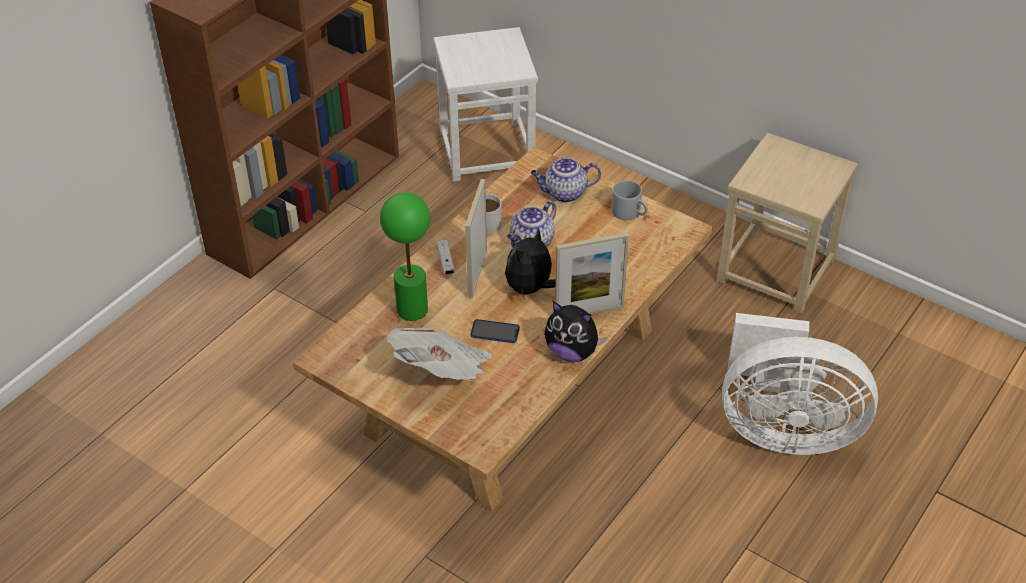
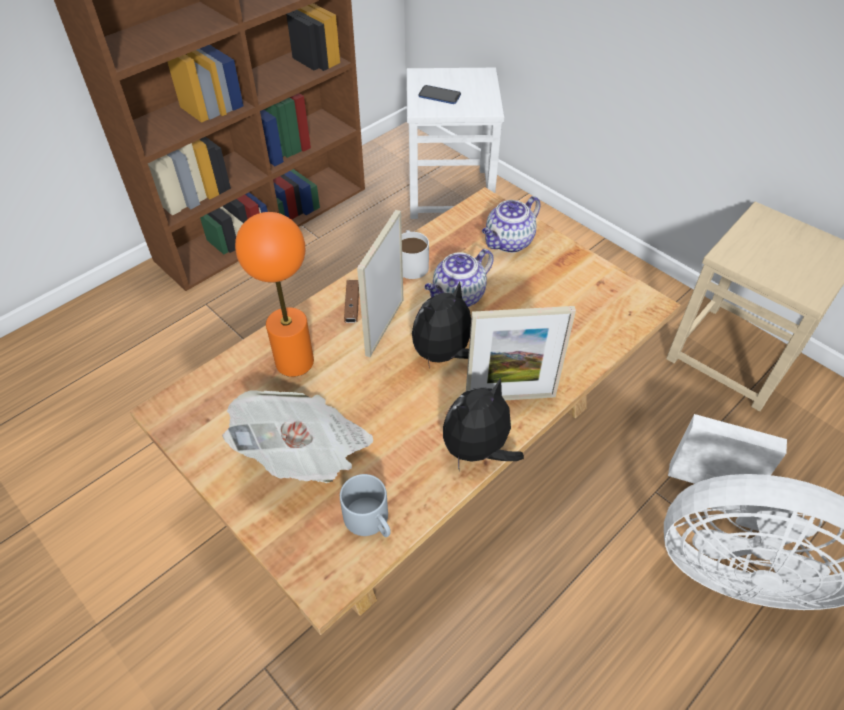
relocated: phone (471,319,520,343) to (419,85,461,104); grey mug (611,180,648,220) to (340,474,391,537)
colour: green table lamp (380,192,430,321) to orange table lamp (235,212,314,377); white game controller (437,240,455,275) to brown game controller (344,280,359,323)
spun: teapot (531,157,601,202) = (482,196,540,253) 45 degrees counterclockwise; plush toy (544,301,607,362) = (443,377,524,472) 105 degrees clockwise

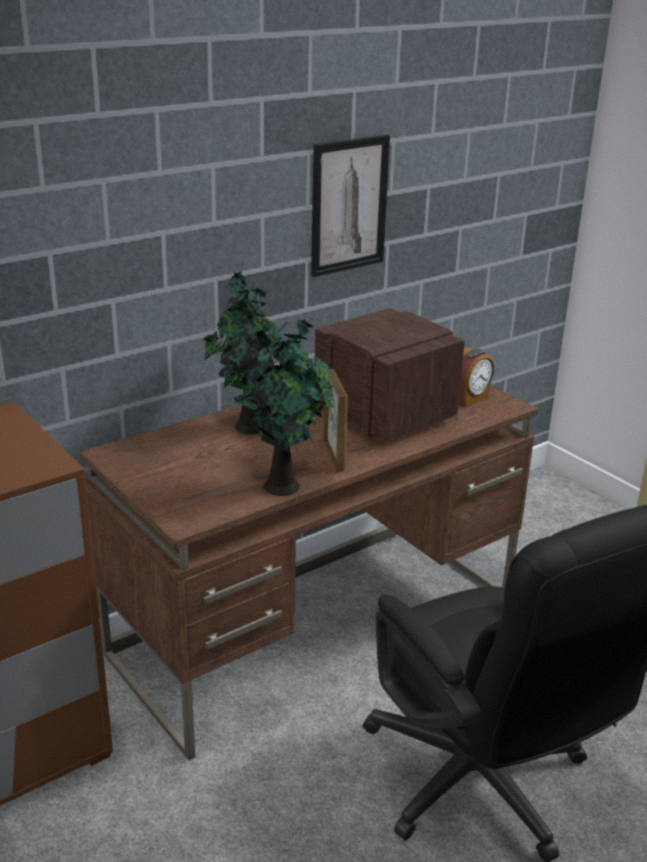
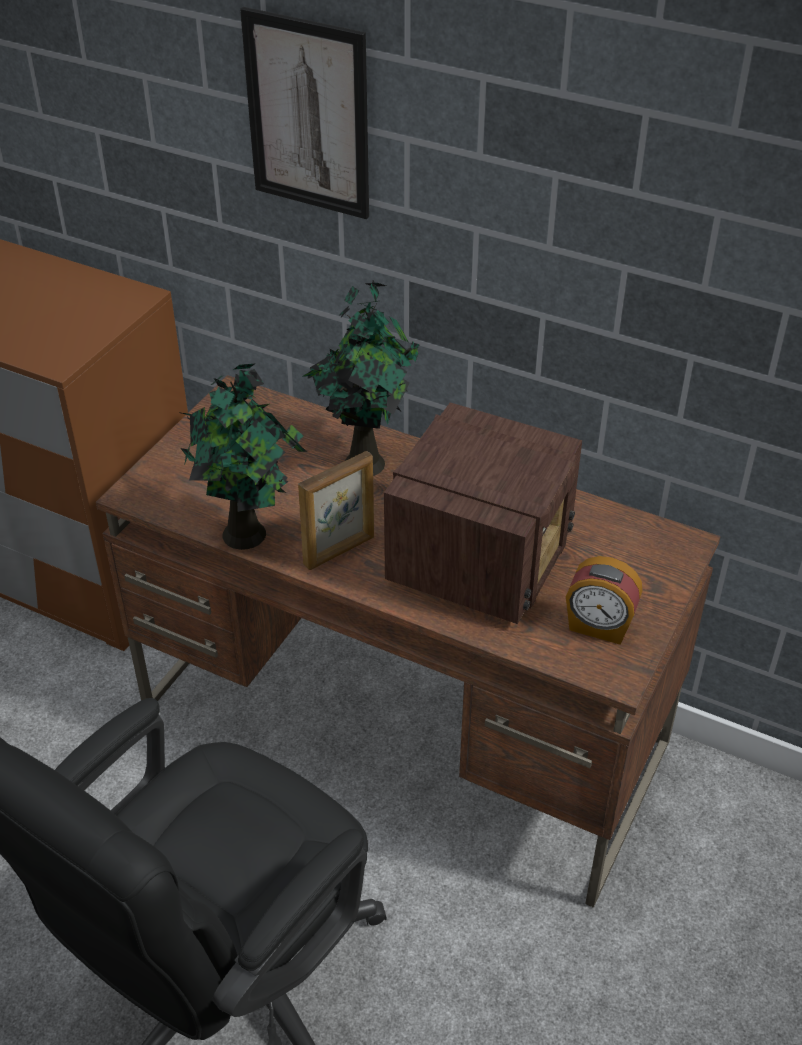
relocated: picture (311,135,390,277) to (240,7,369,219)

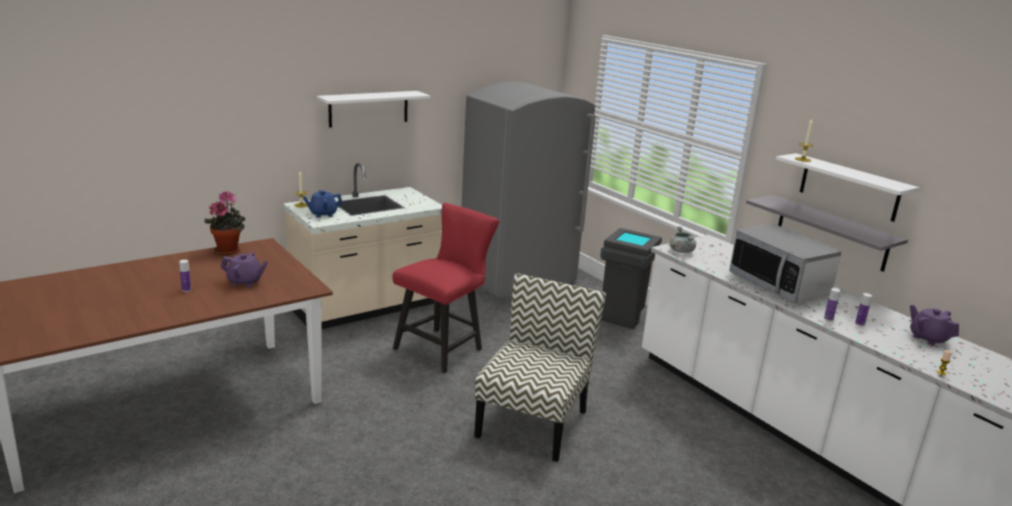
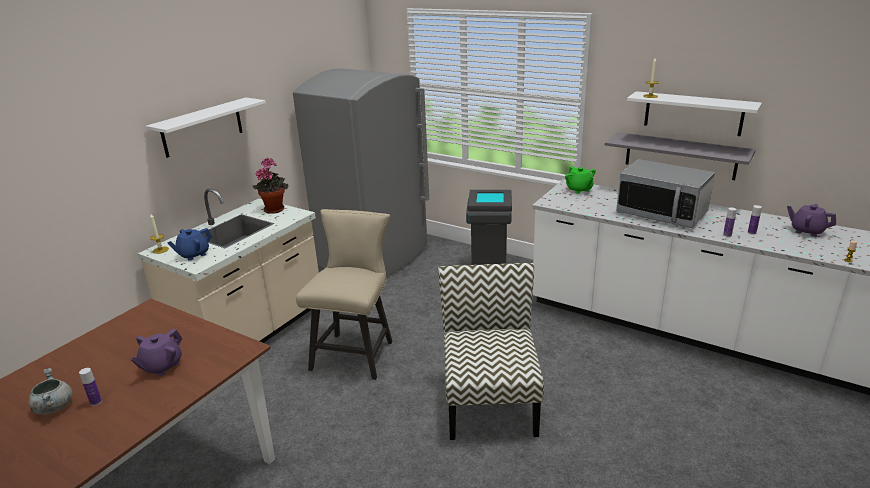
appeared: green teapot (565,166,596,194)
relocated: potted plant (204,191,246,255) to (253,157,289,214); grey cooking pot (670,226,696,253) to (29,368,72,415)
colour: red chair (392,203,499,373) to beige chair (296,209,393,380)
spun: purple teapot (221,252,268,287) = (130,328,182,376) 135 degrees clockwise

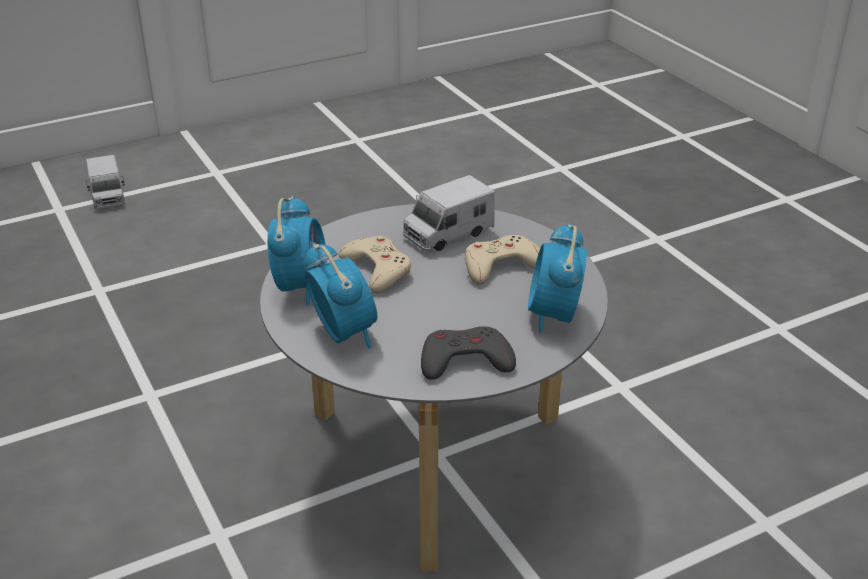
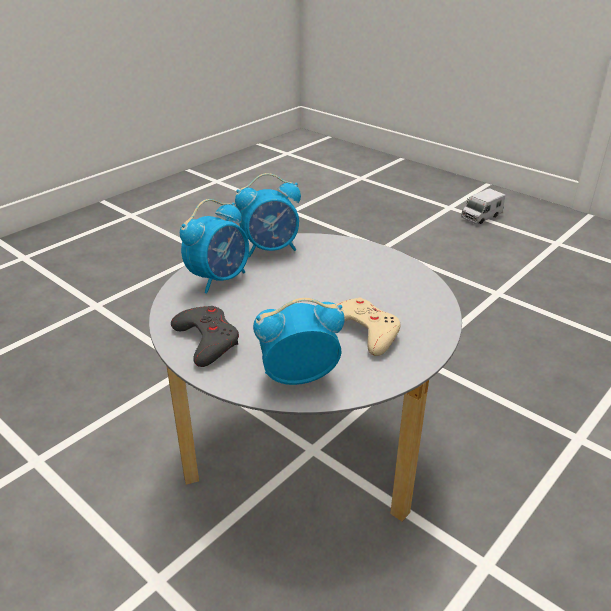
missing: beige game controller (338,235,412,293); toy truck (403,175,495,252)

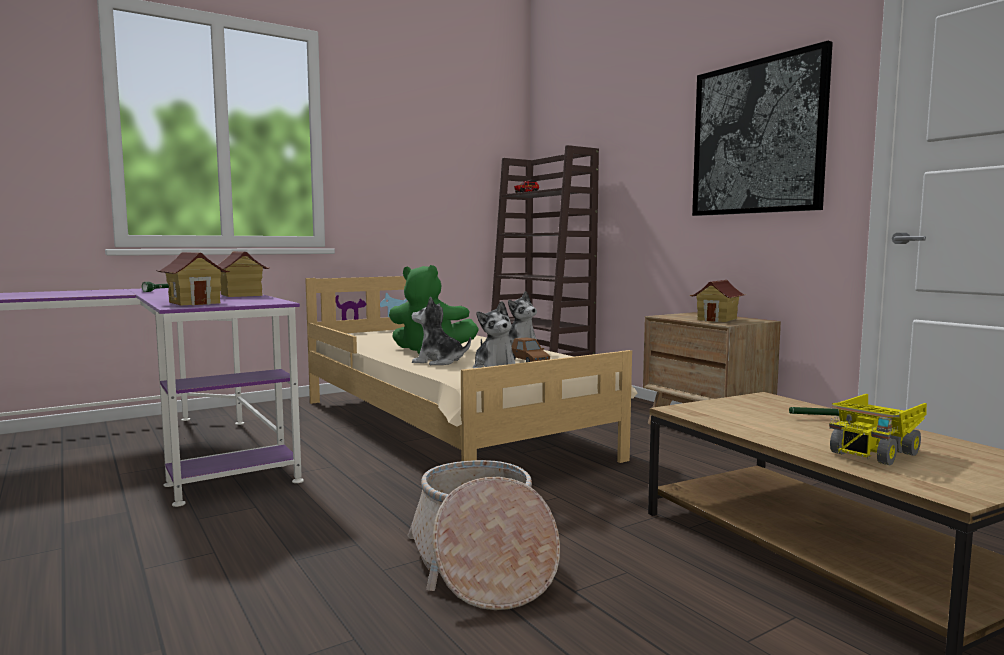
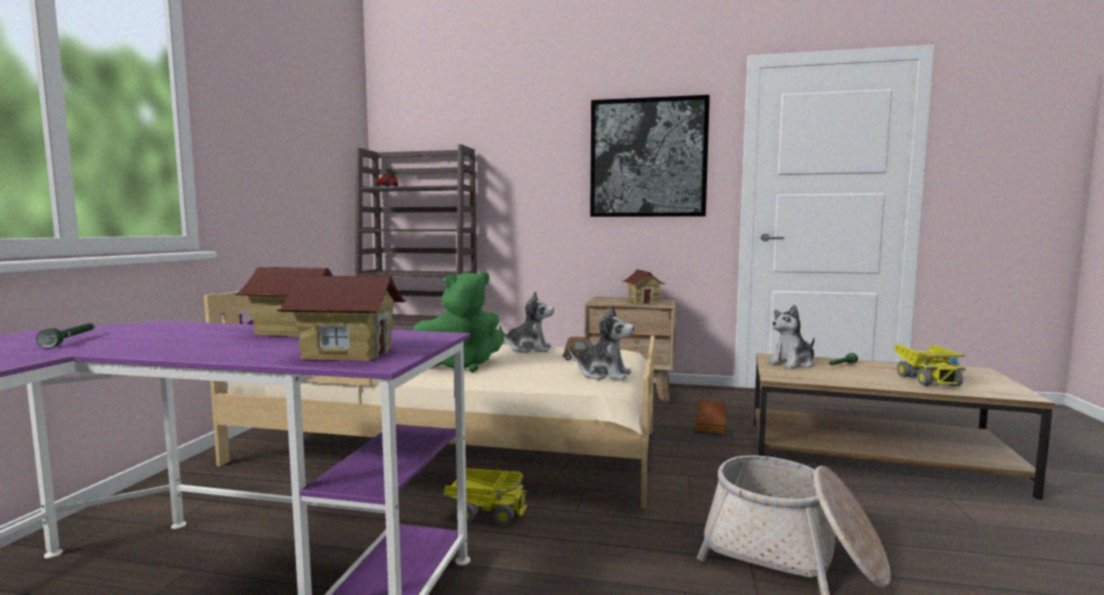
appeared: toy truck (444,468,527,526); toy house (695,399,727,434)
relocated: plush toy (412,297,471,365) to (767,305,815,369)

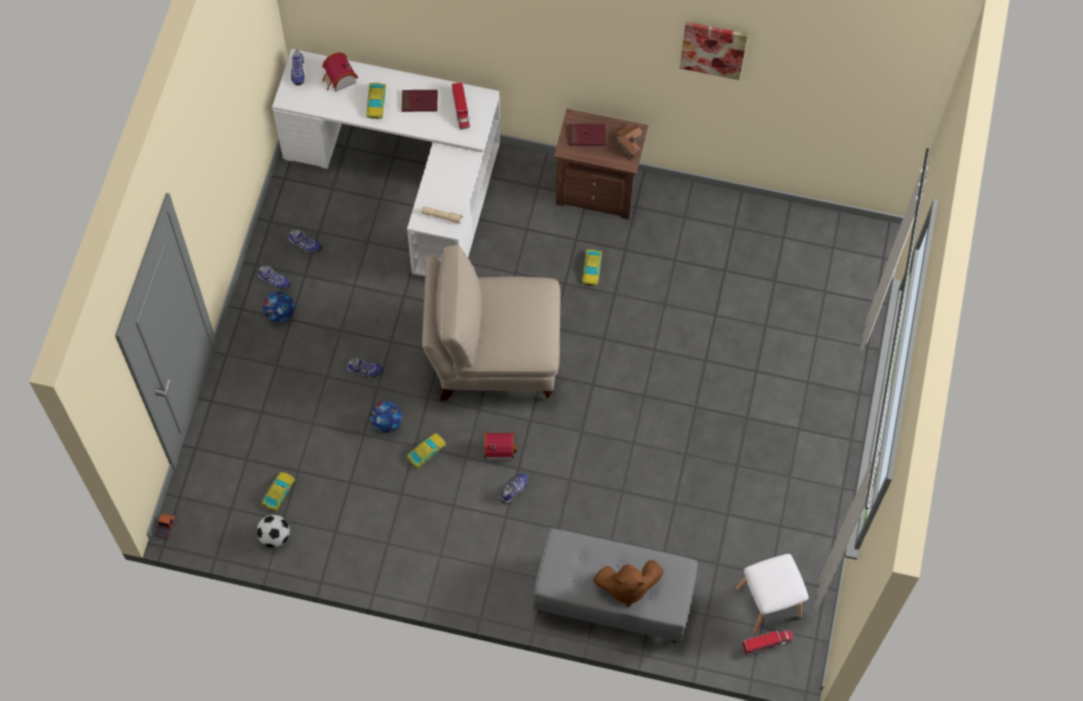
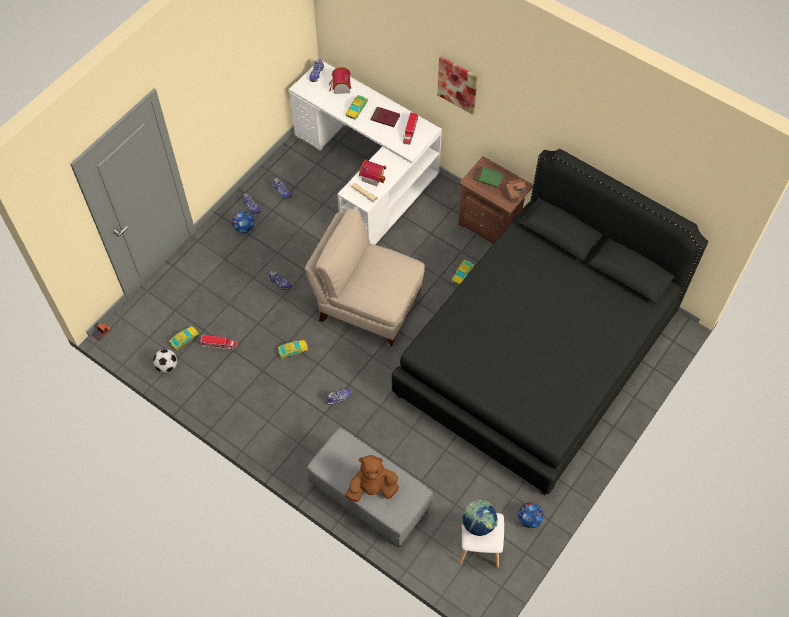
appeared: black bed (392,149,708,495); globe (462,500,498,536)
relocated: football (370,401,402,433) to (518,502,544,528); toy house (484,432,517,461) to (359,159,386,186); picture (680,22,748,80) to (437,56,478,115); toy truck (741,629,793,655) to (200,335,238,349)
colour: red book (570,124,606,146) to green book (473,166,504,188)
spun: brown plush toy (593,560,664,607) = (345,455,399,502) 150 degrees clockwise

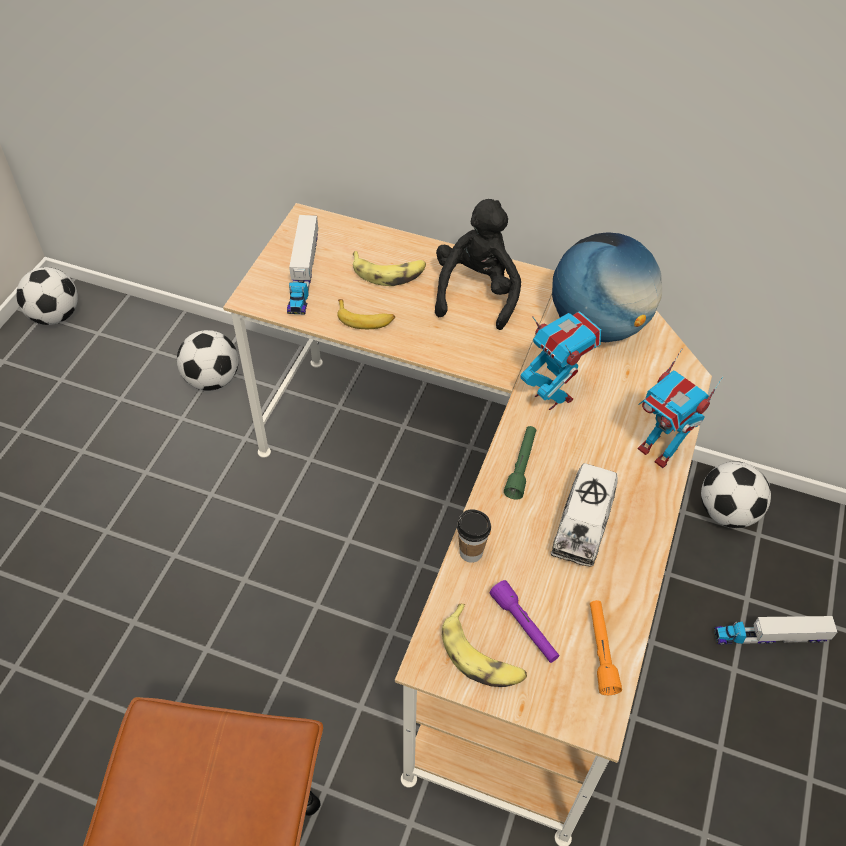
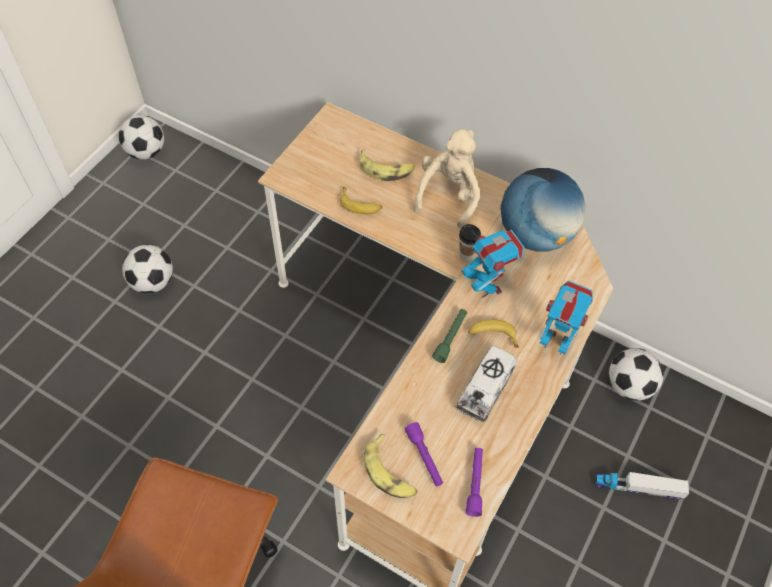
missing: toy truck (287,215,318,315)
appeared: banana (468,319,519,348)
relocated: football (177,330,239,391) to (122,245,173,293); cup (457,509,491,563) to (459,224,481,261)
colour: black plush toy (435,199,521,330) to beige plush toy (413,129,481,228); orange flashlight (590,600,622,695) to purple flashlight (466,448,483,517)
spun: toy robot (637,348,723,468) = (540,280,593,355) 150 degrees clockwise

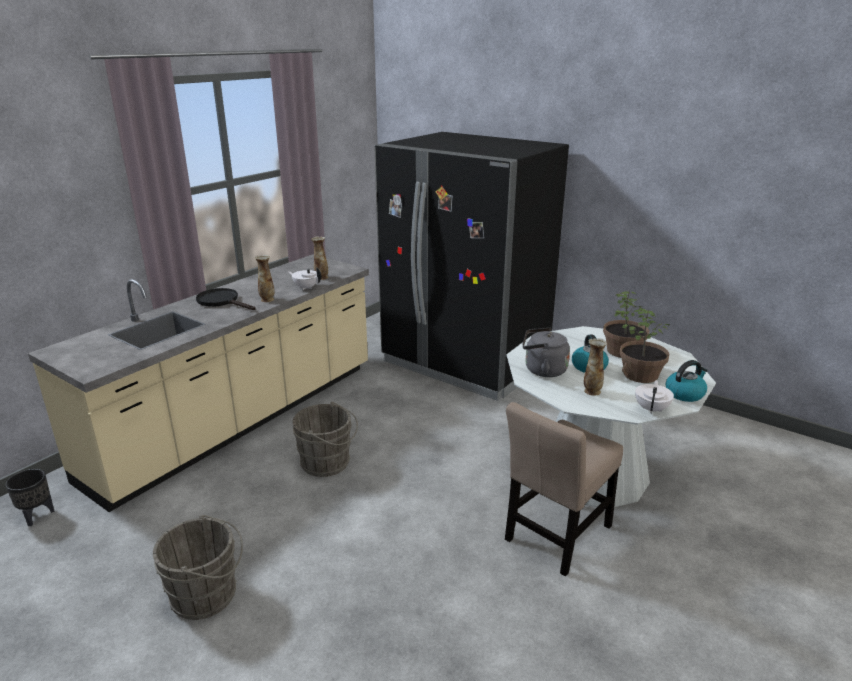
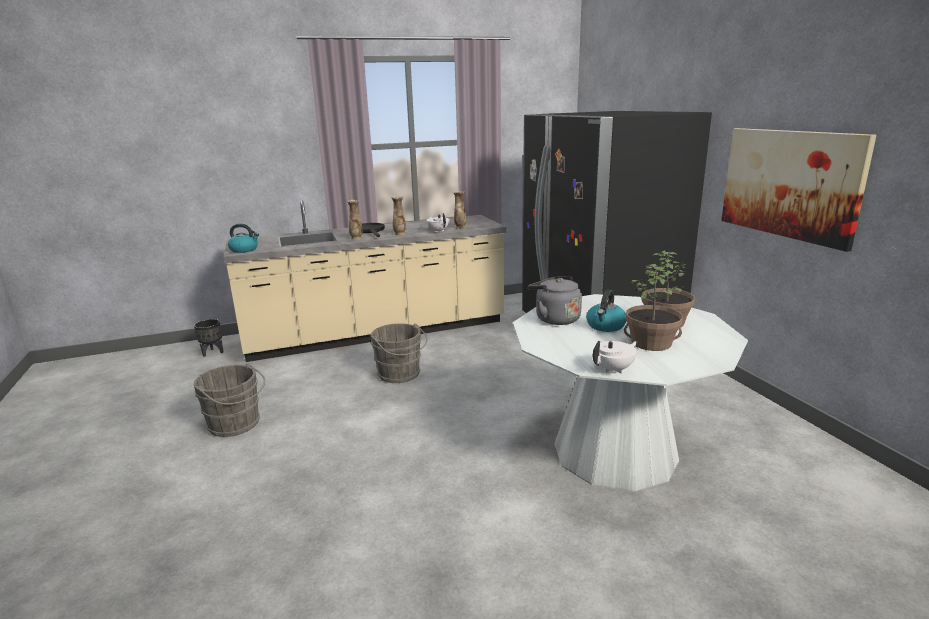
missing: beige chair (505,402,623,576)
appeared: picture (721,128,876,252)
relocated: vase (584,338,607,396) to (347,200,362,240); kettle (666,360,708,402) to (228,223,259,253)

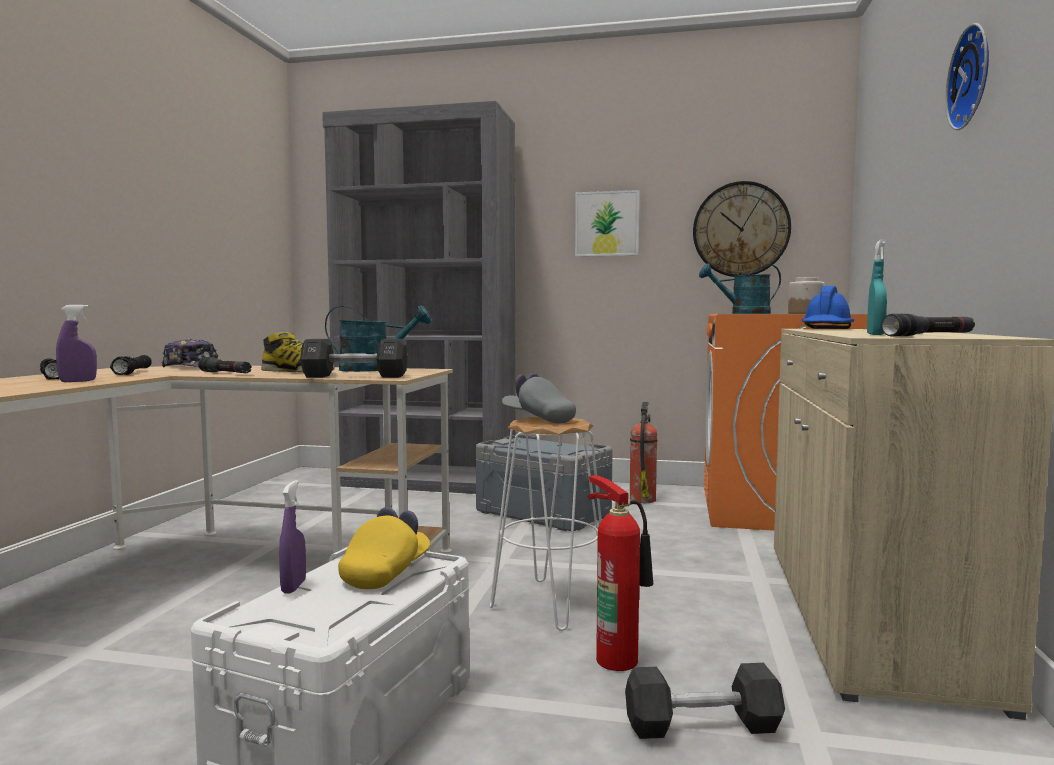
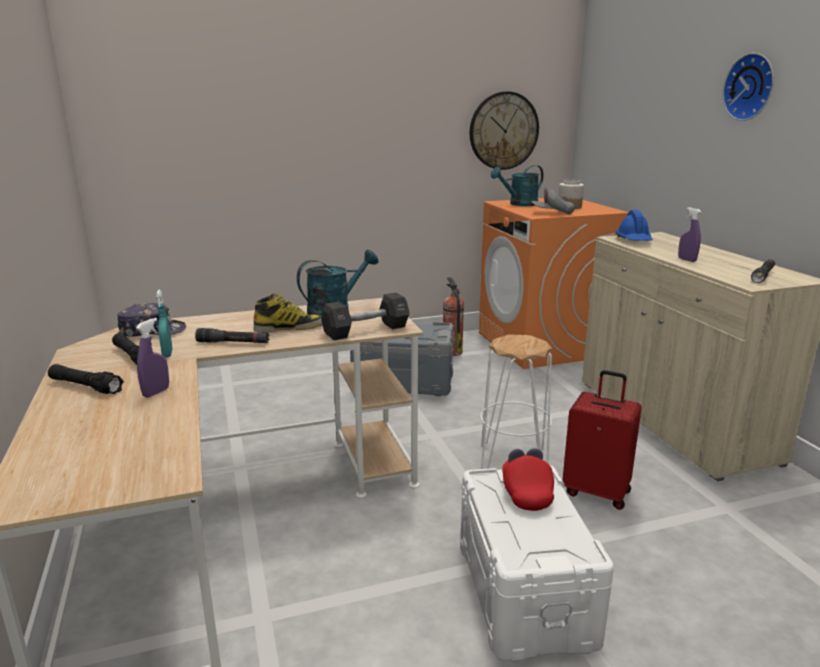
missing: grey bookcase (322,101,515,494); picture (575,190,640,257); black dumbbell (625,663,785,739)
relocated: purple spray bottle (279,480,306,593) to (678,207,701,262); grey cap (502,373,576,423) to (531,188,575,214); turquoise spray bottle (867,240,887,335) to (156,290,172,358)
exchanged: fire extinguisher (587,475,653,671) to red suitcase (562,370,642,510)
colour: yellow cap (338,507,430,589) to red cap (502,448,554,511)

